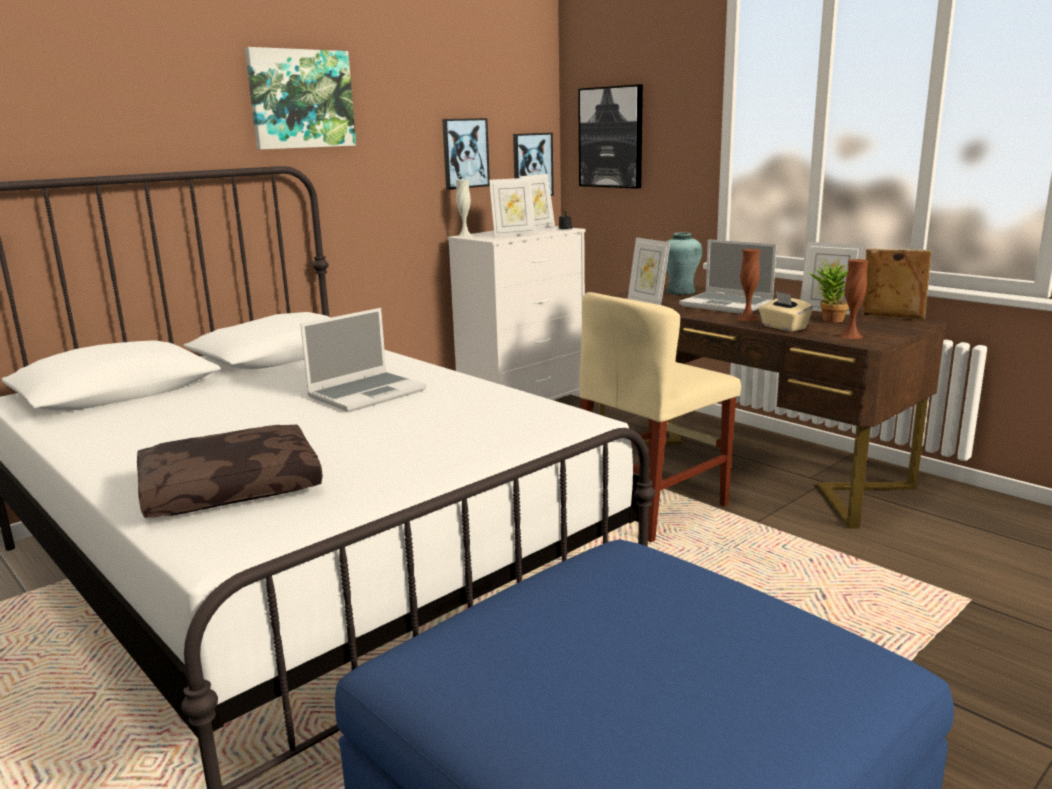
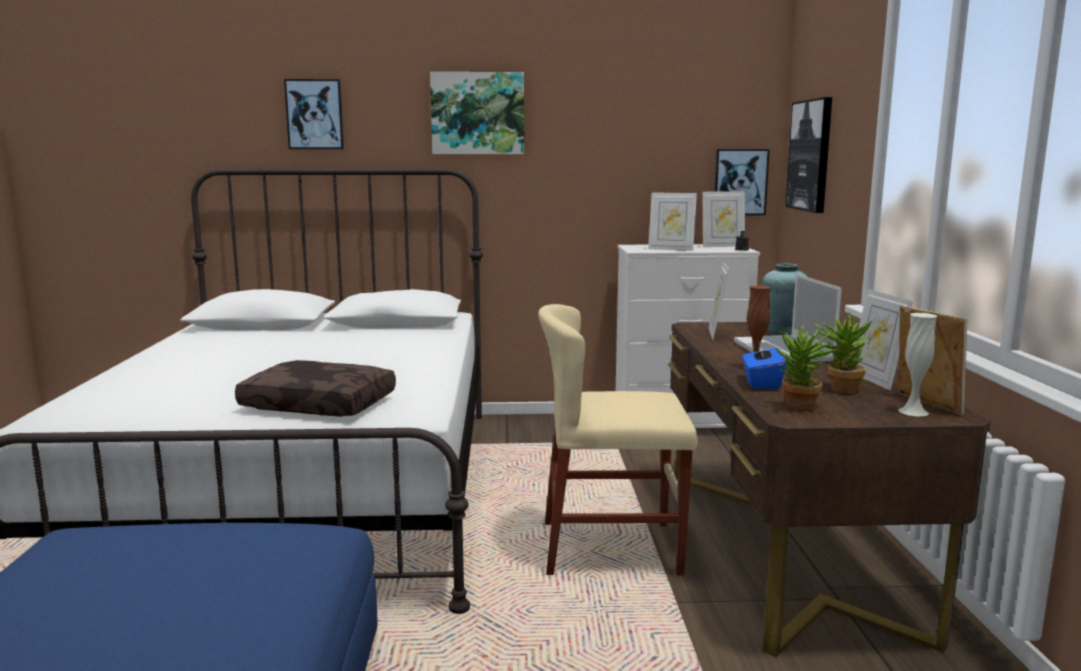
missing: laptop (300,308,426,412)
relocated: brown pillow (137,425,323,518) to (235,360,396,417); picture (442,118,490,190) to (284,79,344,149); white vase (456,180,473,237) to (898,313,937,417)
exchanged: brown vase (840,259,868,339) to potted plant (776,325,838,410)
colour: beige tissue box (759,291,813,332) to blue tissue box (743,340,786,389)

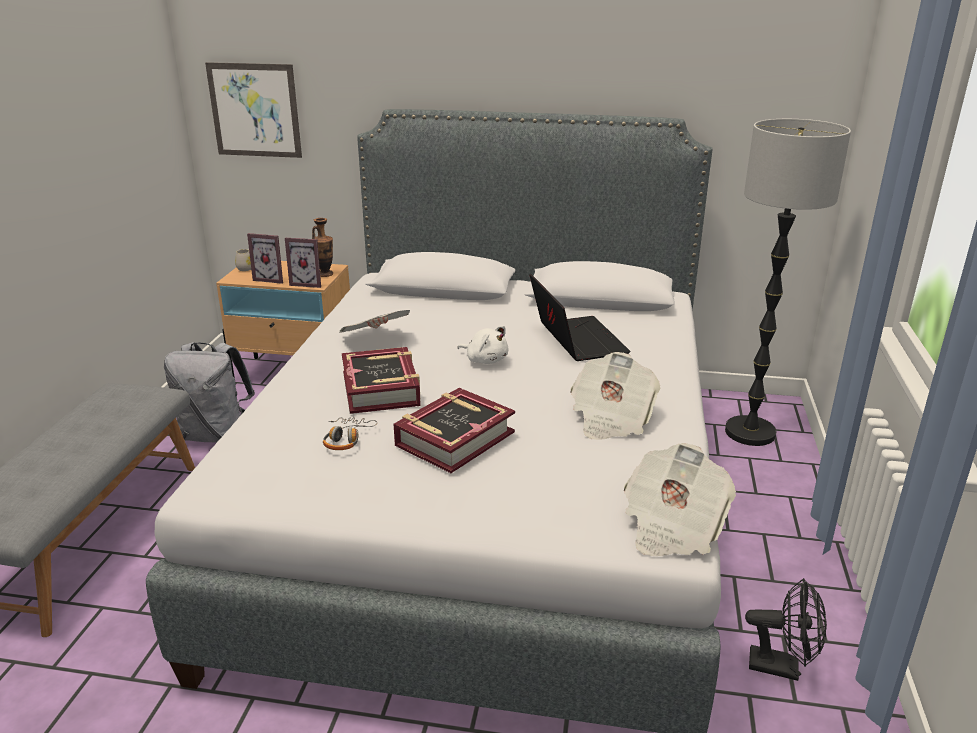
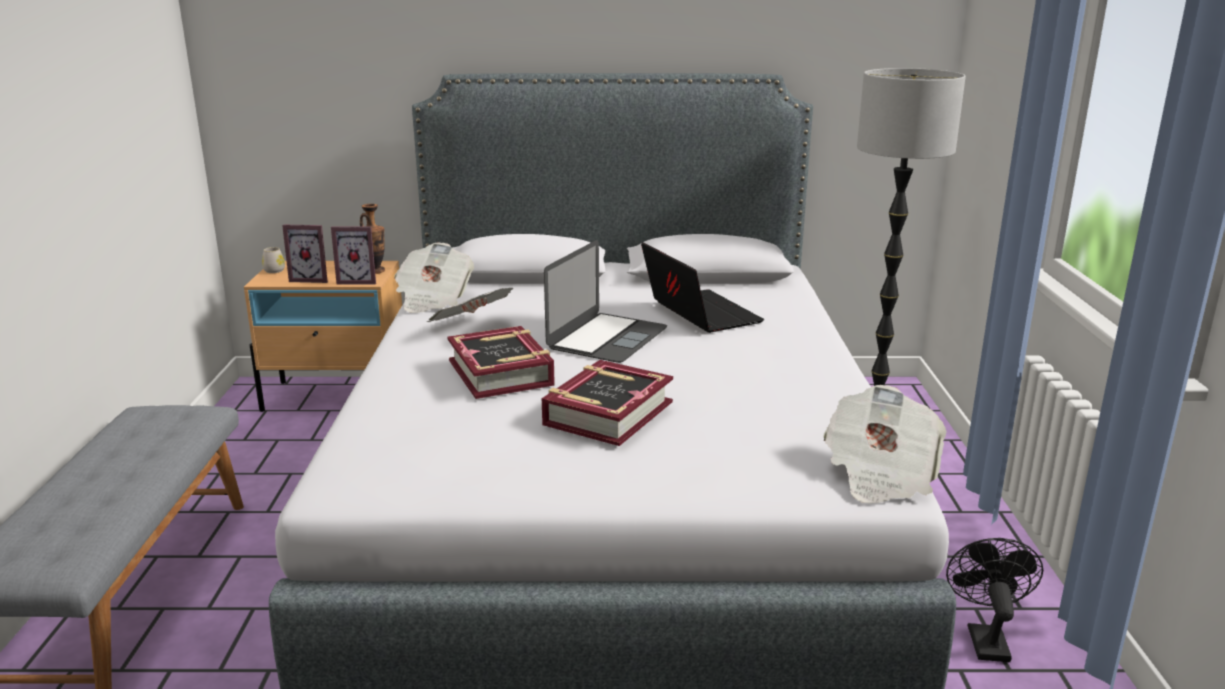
missing: grey backpack (164,342,255,443); picture (205,62,302,158); headphones (323,417,377,450)
relocated: newspaper (570,352,660,440) to (394,243,474,313)
exchanged: white plush toy (457,326,508,364) to laptop (544,240,667,363)
spun: black fan (745,578,827,681) = (946,538,1043,662) 90 degrees counterclockwise

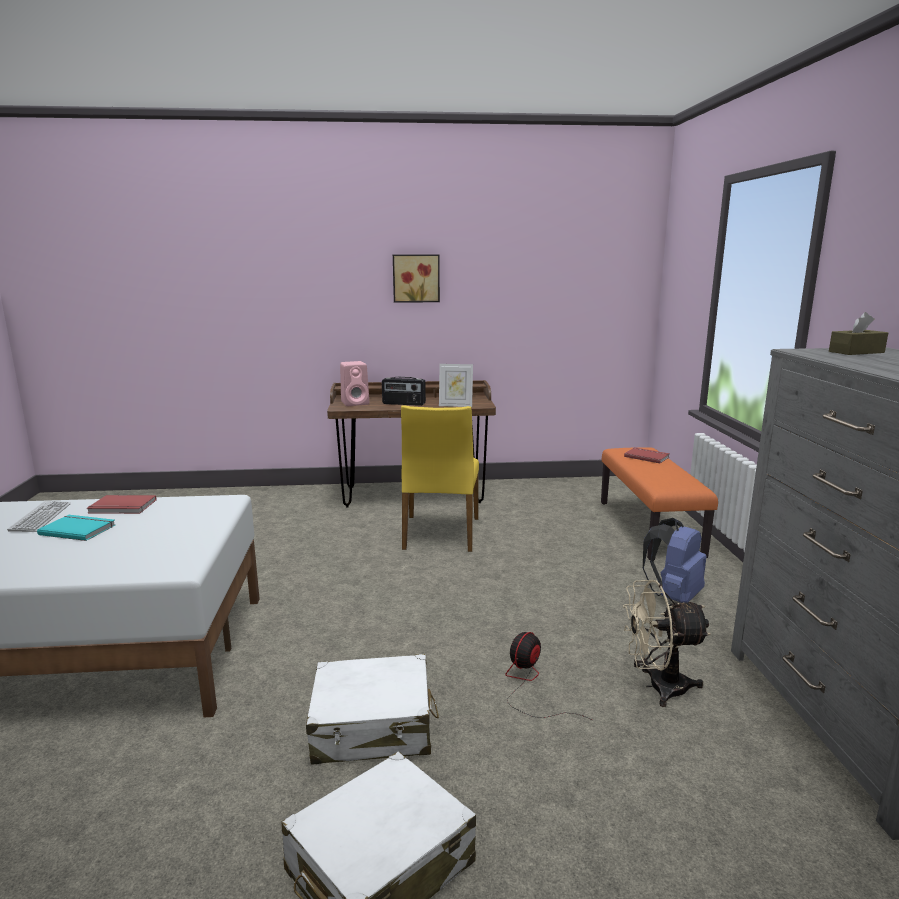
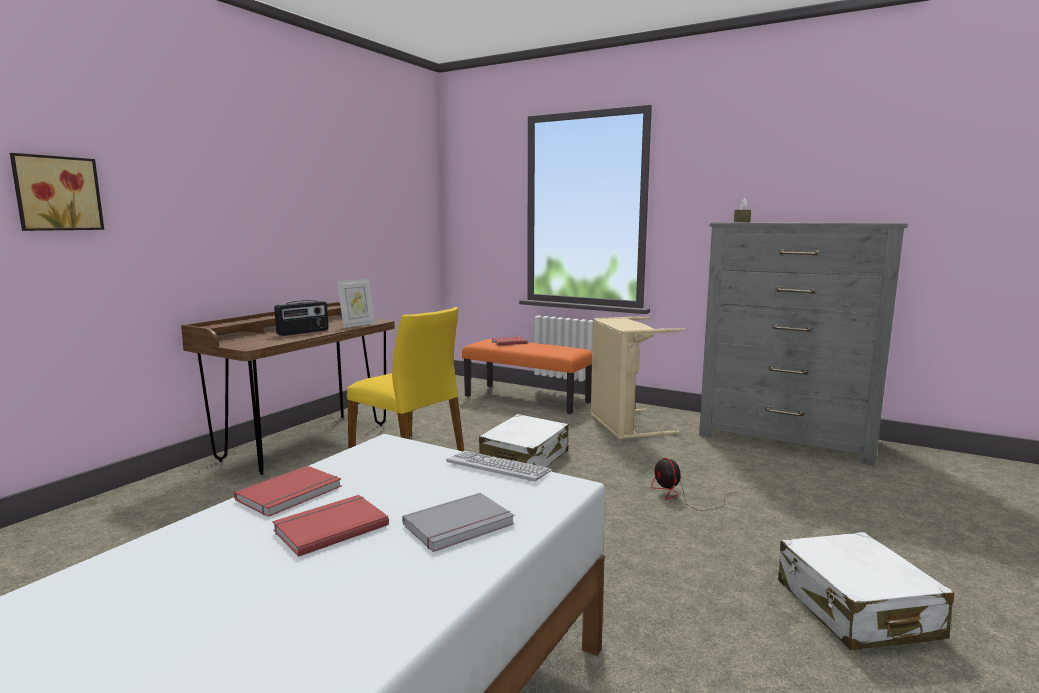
missing: pink speaker (340,361,369,406); beige fan (623,580,711,707)
appeared: grey book (402,493,515,552)
relocated: keyboard (7,501,71,532) to (446,451,552,482); white suitcase (306,654,439,764) to (479,414,569,467); picture (393,254,440,303) to (10,153,104,231)
exchanged: blue backpack (643,518,706,603) to beige laundry basket (591,316,685,439)
colour: turquoise book (37,515,115,541) to red book (272,495,389,557)

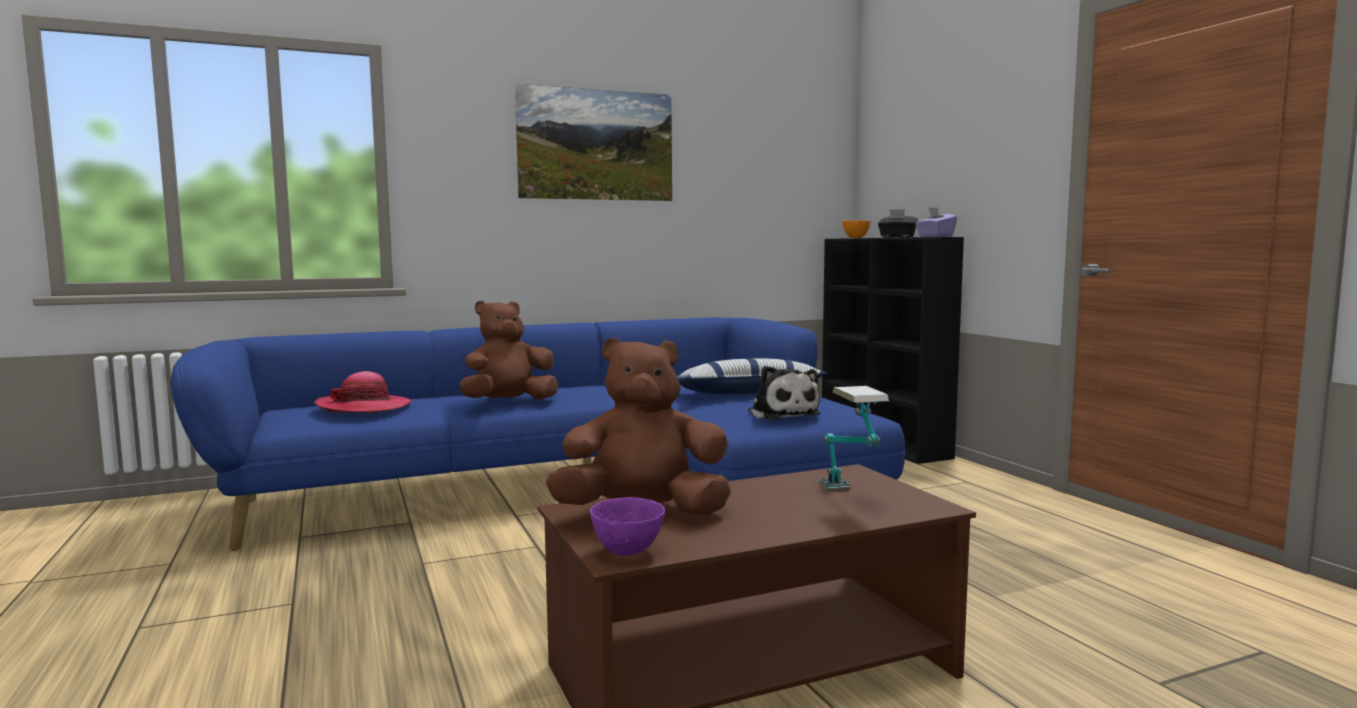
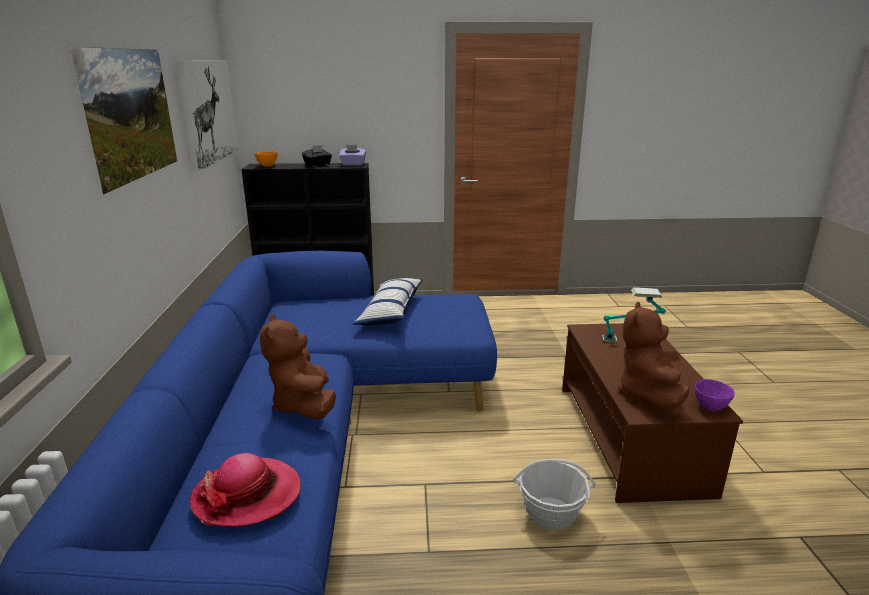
missing: plush toy (748,366,820,420)
appeared: picture (175,60,239,172); basket (513,459,596,530)

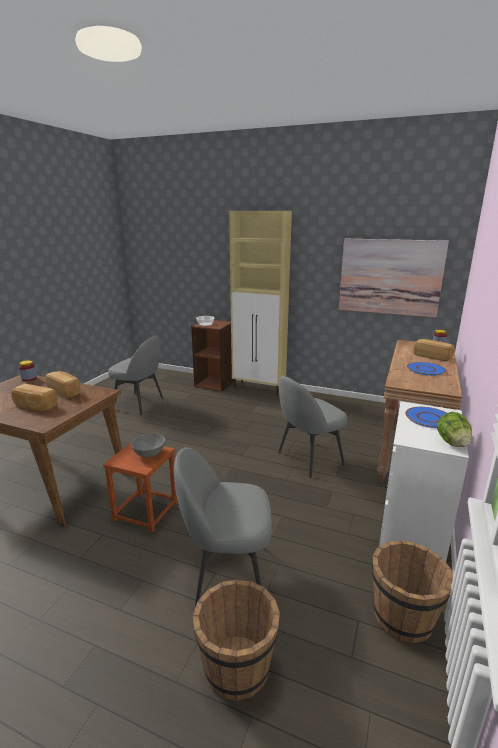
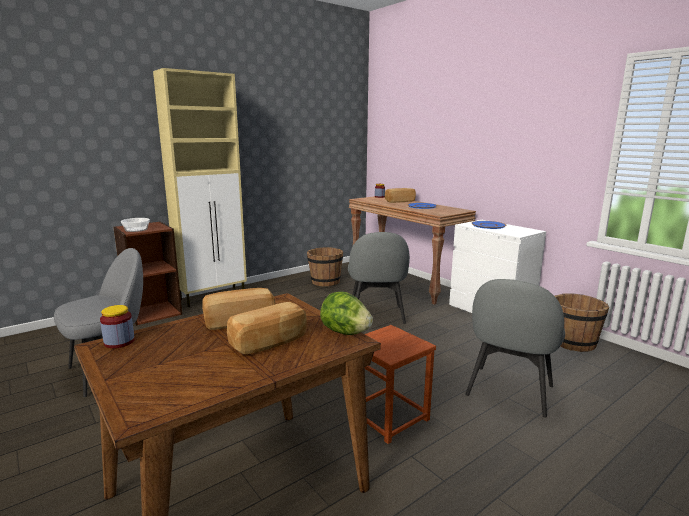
missing: grey bowl (131,433,165,457); picture (339,239,449,317)
relocated: brown bucket (193,580,280,701) to (307,247,343,286); lettuce (437,412,472,447) to (320,291,373,335)

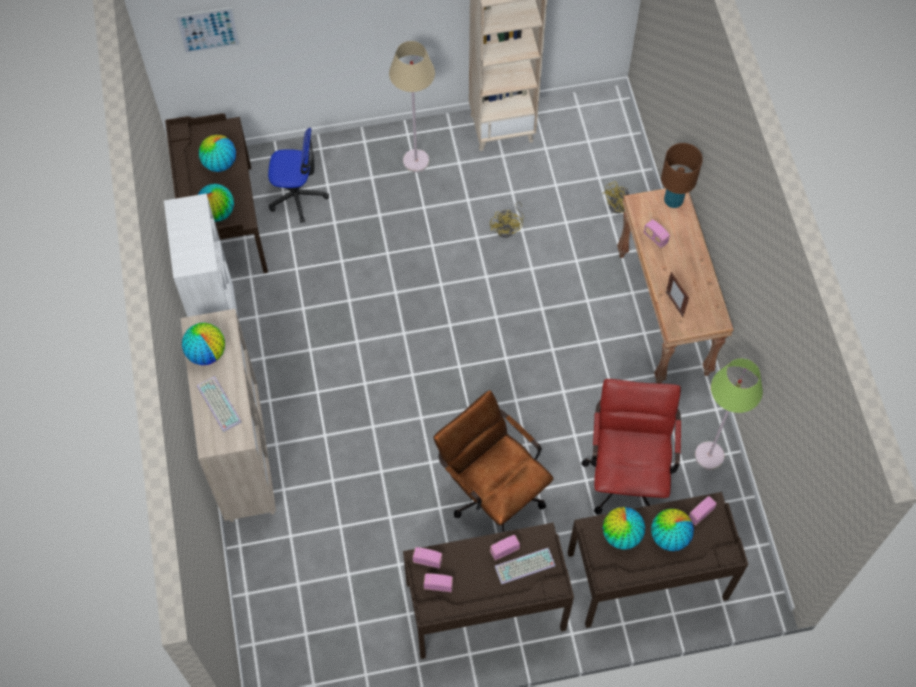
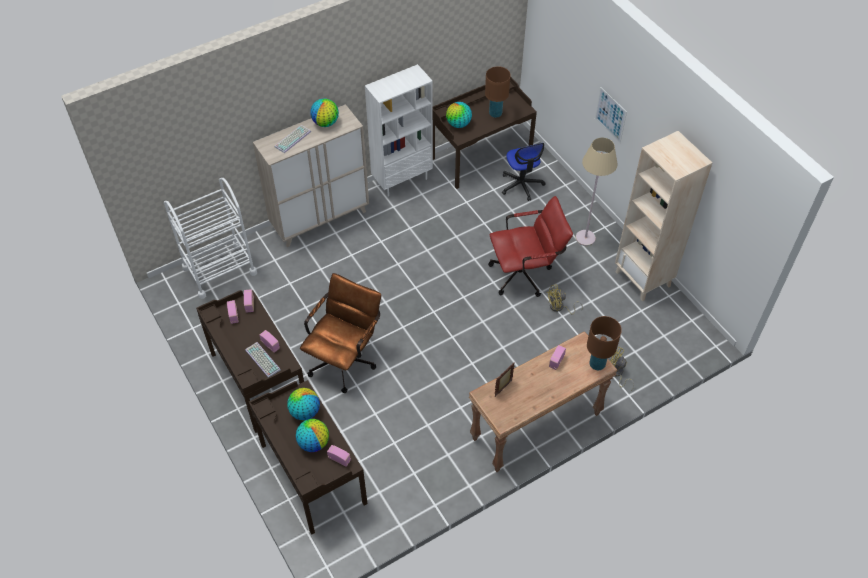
missing: green floor lamp (695,358,763,469)
appeared: white cart (164,178,257,299)
relocated: picture (174,7,241,54) to (595,87,627,143); red office chair (581,379,681,514) to (488,196,573,297)
exchanged: globe (199,135,236,172) to brown table lamp (485,66,511,118)

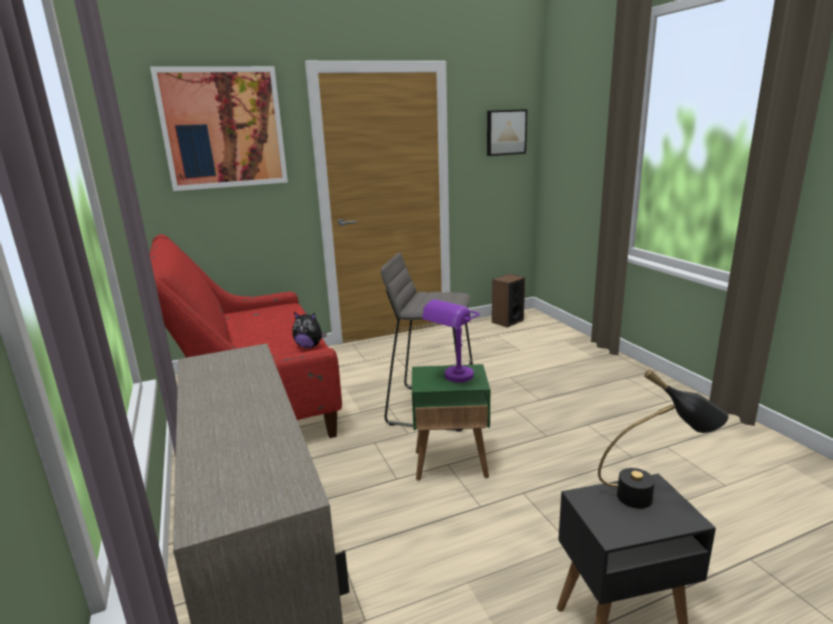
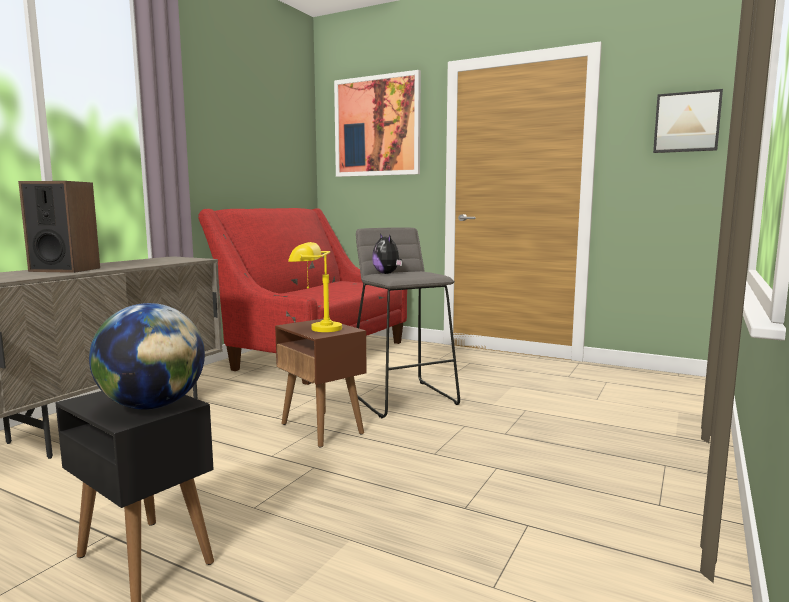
relocated: plush toy (292,312,327,348) to (372,234,402,274); speaker (492,274,525,328) to (18,181,100,273)
exchanged: black table lamp (598,370,729,509) to globe (89,303,205,410)
colour: green side table (412,364,490,481) to brown side table (275,319,367,447); purple table lamp (422,300,480,382) to yellow table lamp (288,242,342,332)

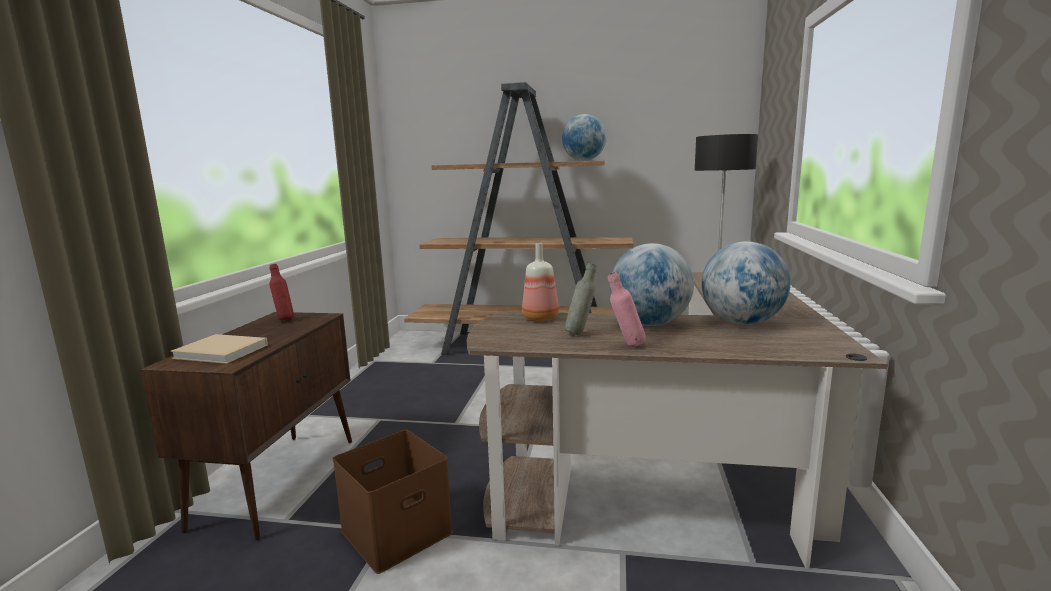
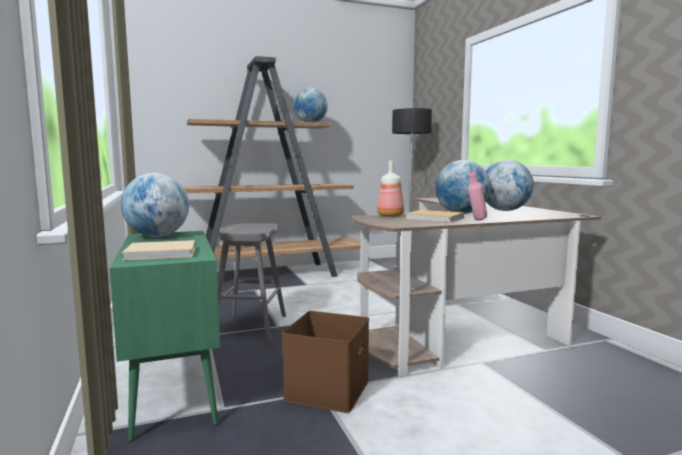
appeared: grey stool (217,223,286,342)
exchanged: red bottle (270,264,294,321) to globe (121,173,189,237); grey bottle (564,263,596,335) to beige book (405,210,464,223)
colour: brown cabinet (140,312,352,540) to green cabinet (110,231,220,442)

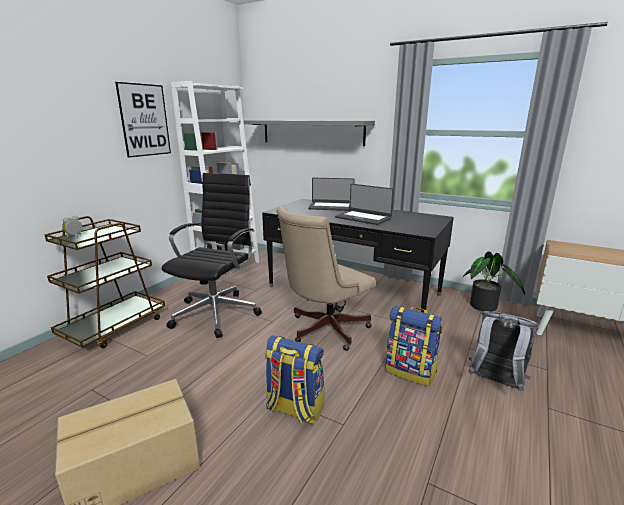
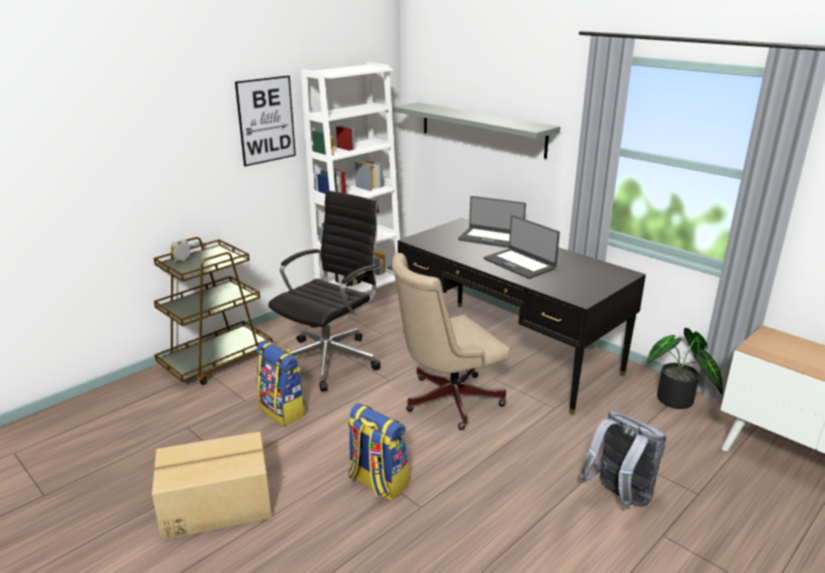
relocated: backpack (385,306,442,386) to (256,340,307,426)

